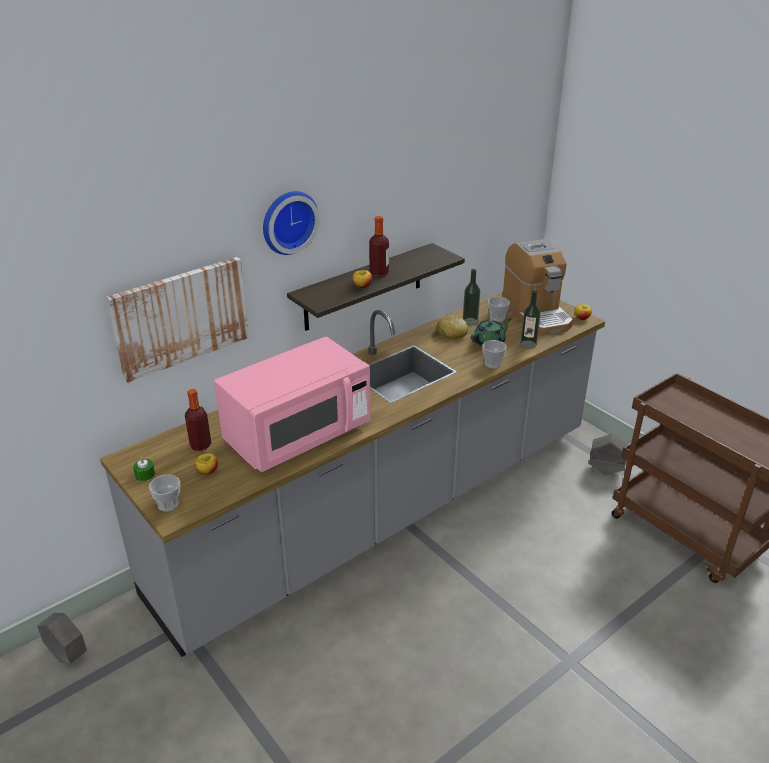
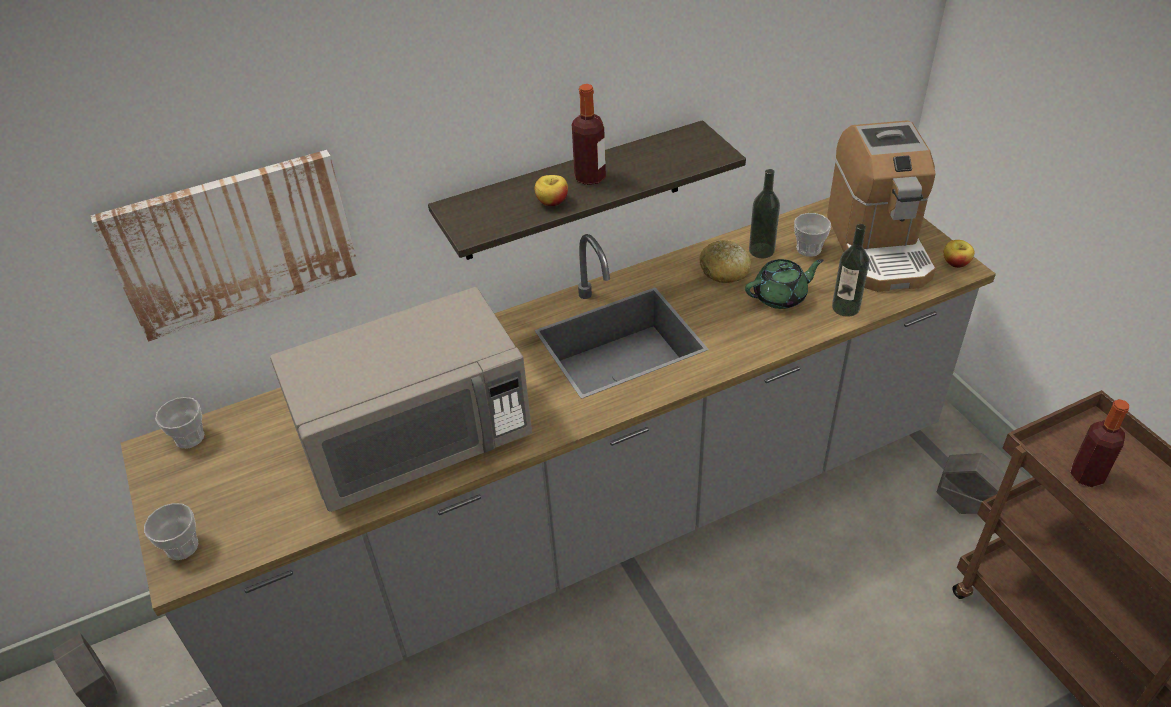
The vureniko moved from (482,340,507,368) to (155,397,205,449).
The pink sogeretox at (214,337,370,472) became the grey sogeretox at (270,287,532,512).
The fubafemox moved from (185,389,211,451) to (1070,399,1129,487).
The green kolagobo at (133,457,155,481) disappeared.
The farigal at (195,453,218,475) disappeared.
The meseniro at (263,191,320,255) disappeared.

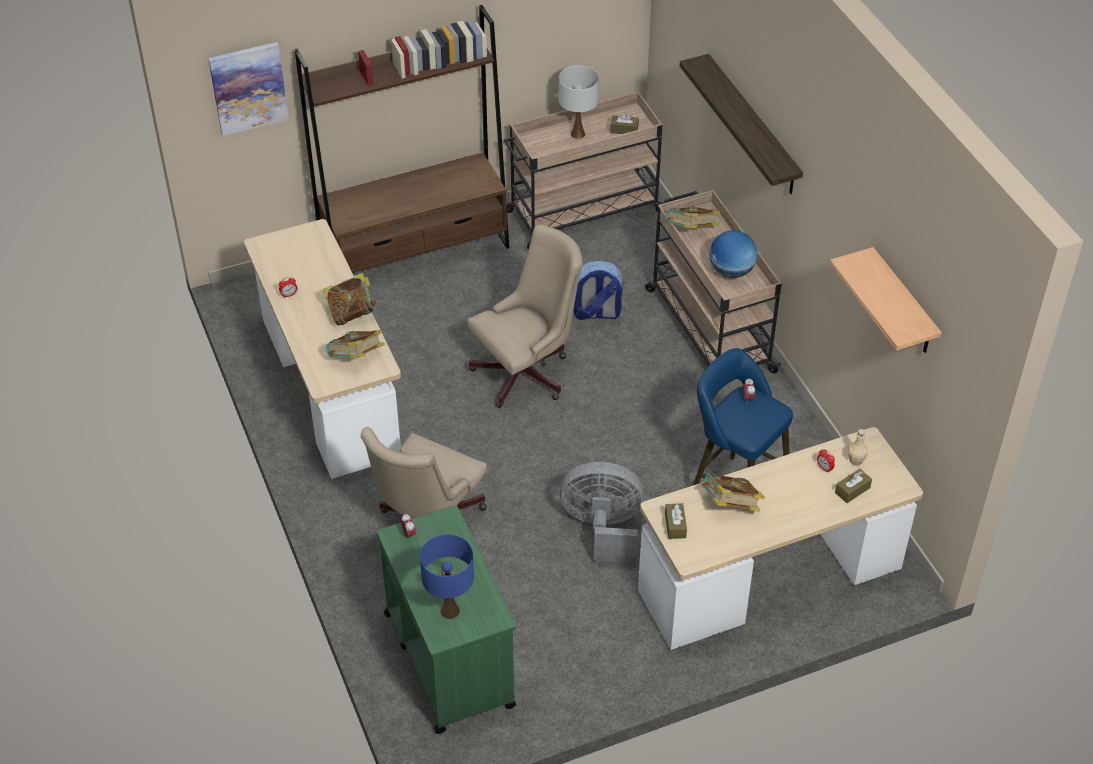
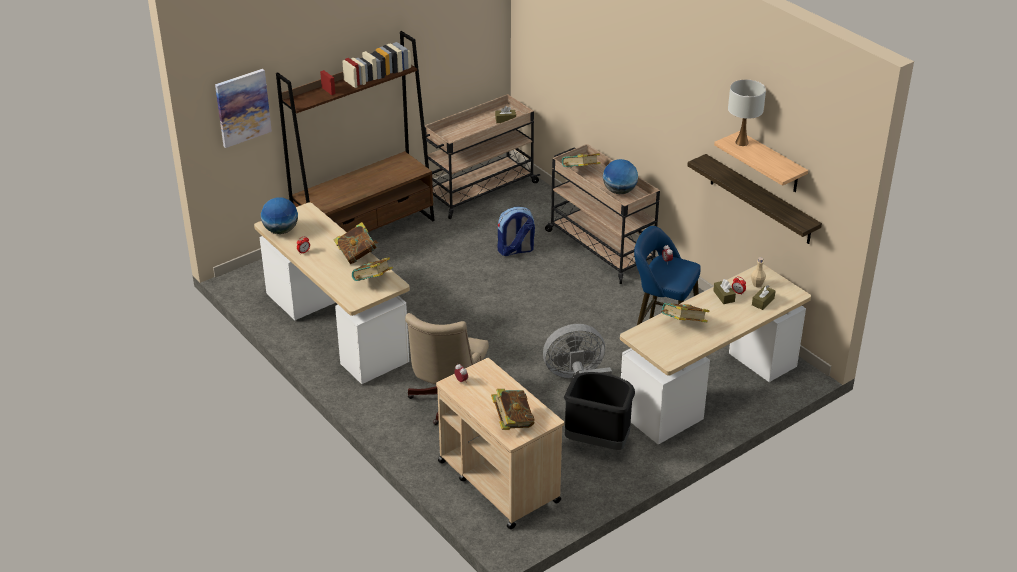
The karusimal at (261,197,298,234) appeared.
The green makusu at (377,505,516,734) became the beige makusu at (436,358,564,529).
The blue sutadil at (420,534,474,619) was replaced by the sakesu at (491,389,535,430).
The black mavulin at (564,372,635,450) appeared.
The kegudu moved from (680,54,803,194) to (687,154,822,244).
The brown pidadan moved from (665,503,687,539) to (713,279,736,304).
The white sutadil moved from (559,65,599,139) to (728,79,766,146).
The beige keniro at (467,225,583,408) disappeared.

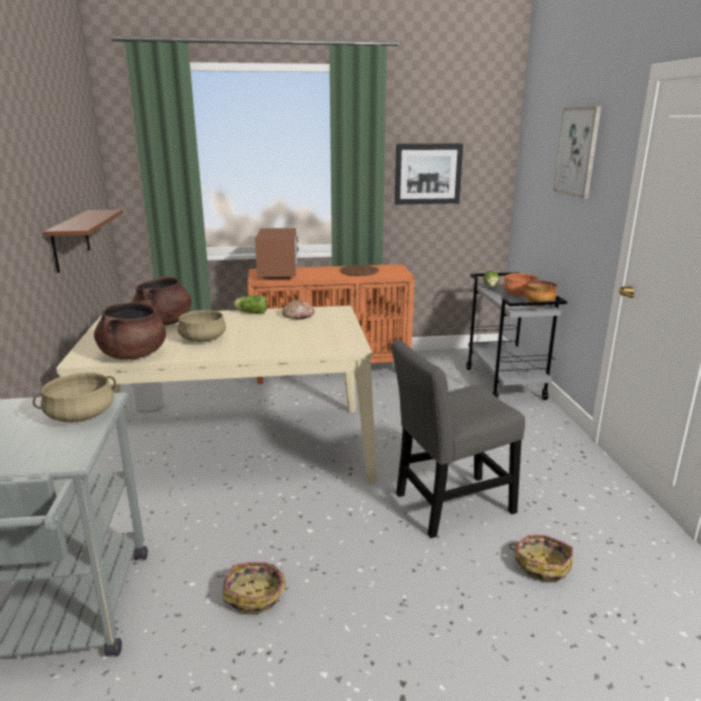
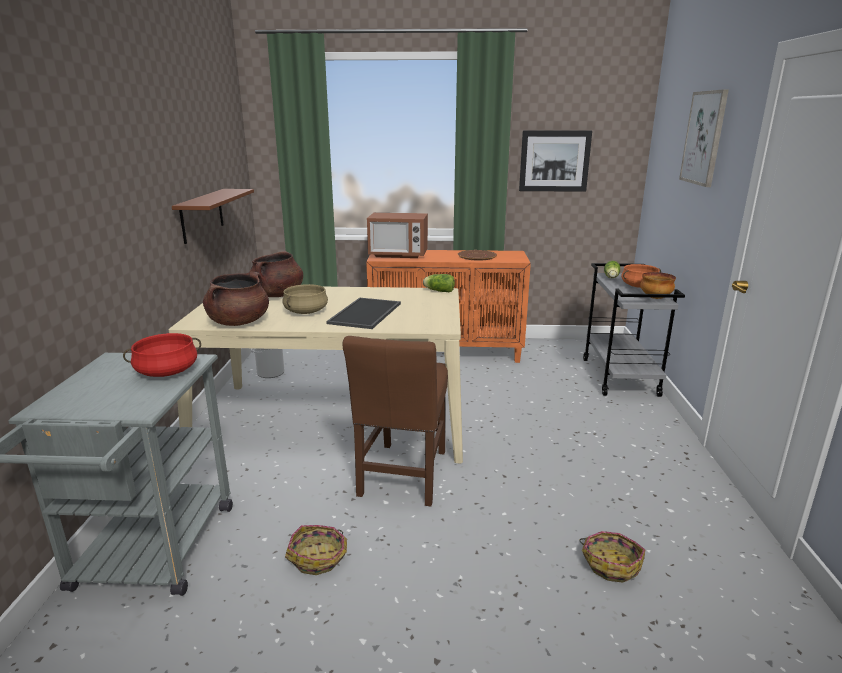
The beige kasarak at (33,373,116,422) became the red kasarak at (123,333,201,377).
The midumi at (326,298,401,329) appeared.
The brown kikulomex at (343,336,448,506) appeared.
The sogeretox at (255,228,299,279) turned 90 degrees clockwise.
The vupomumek moved from (234,295,267,314) to (423,274,455,292).
The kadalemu at (282,300,315,320) disappeared.
The grey kikulomex at (391,340,525,538) disappeared.

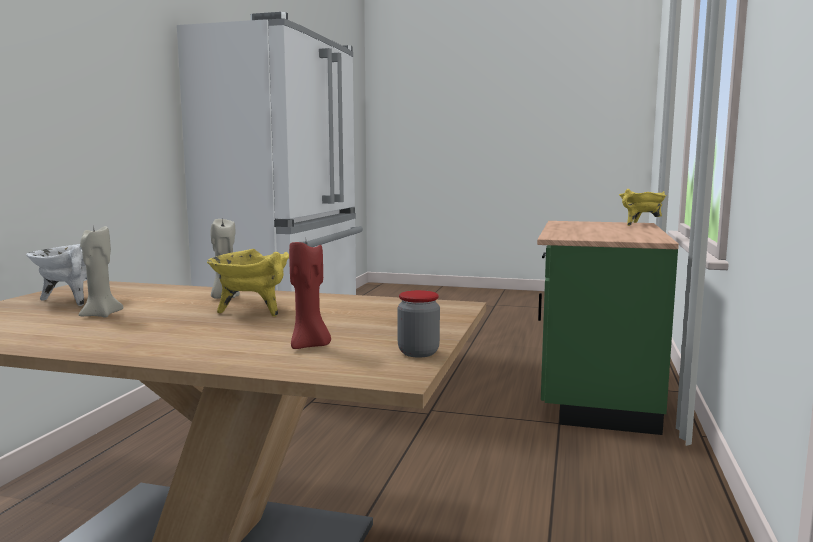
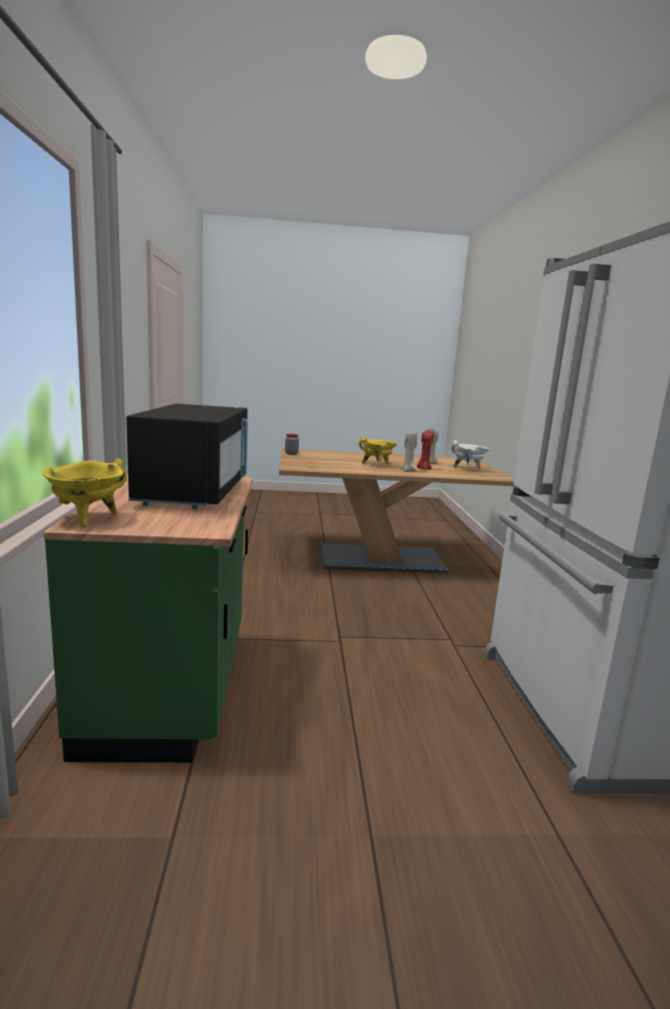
The black sogeretox at (126,404,248,509) appeared.
The red kolagobo moved from (289,242,331,349) to (417,430,434,469).

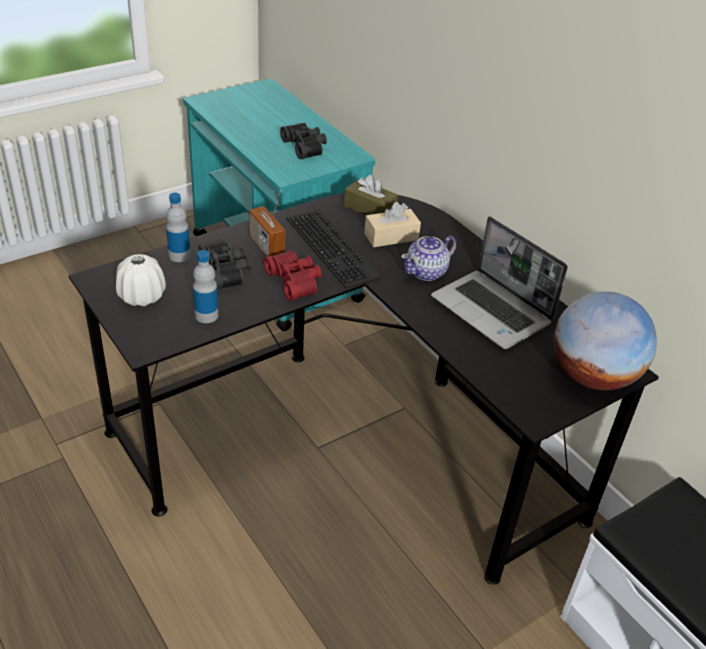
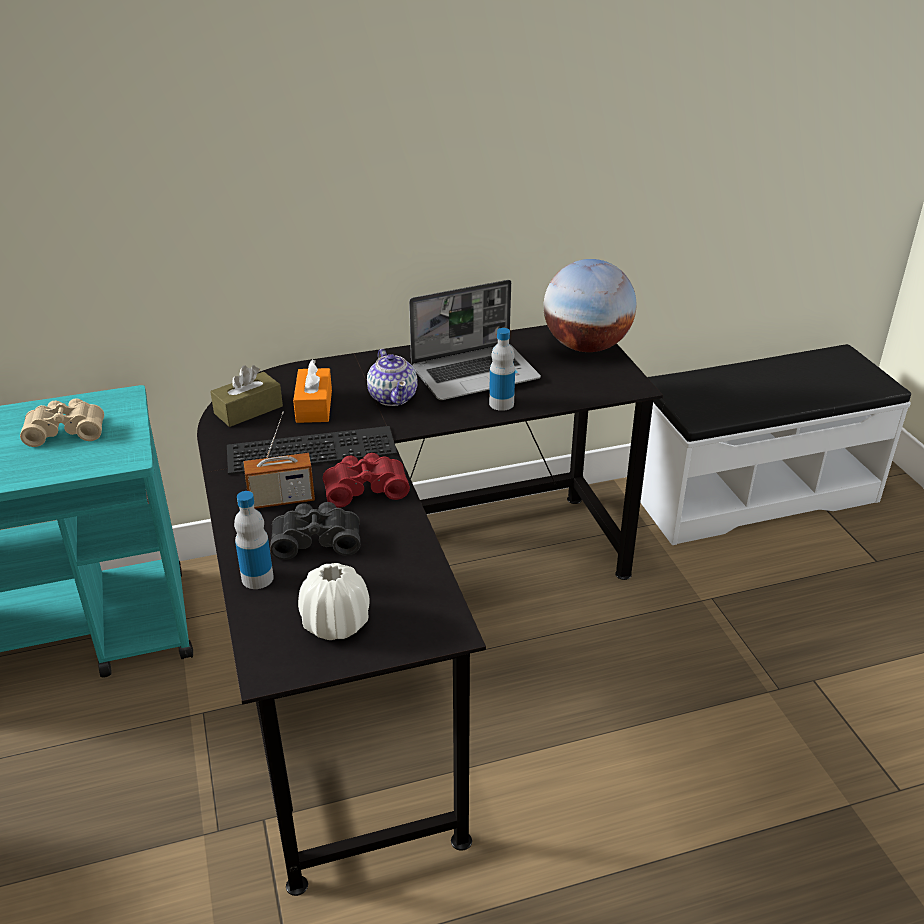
The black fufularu at (280,123,327,159) became the beige fufularu at (20,398,104,447).
The beige pidadan at (364,202,421,247) became the orange pidadan at (293,359,332,423).
The fubafemox moved from (193,250,218,323) to (489,328,515,411).

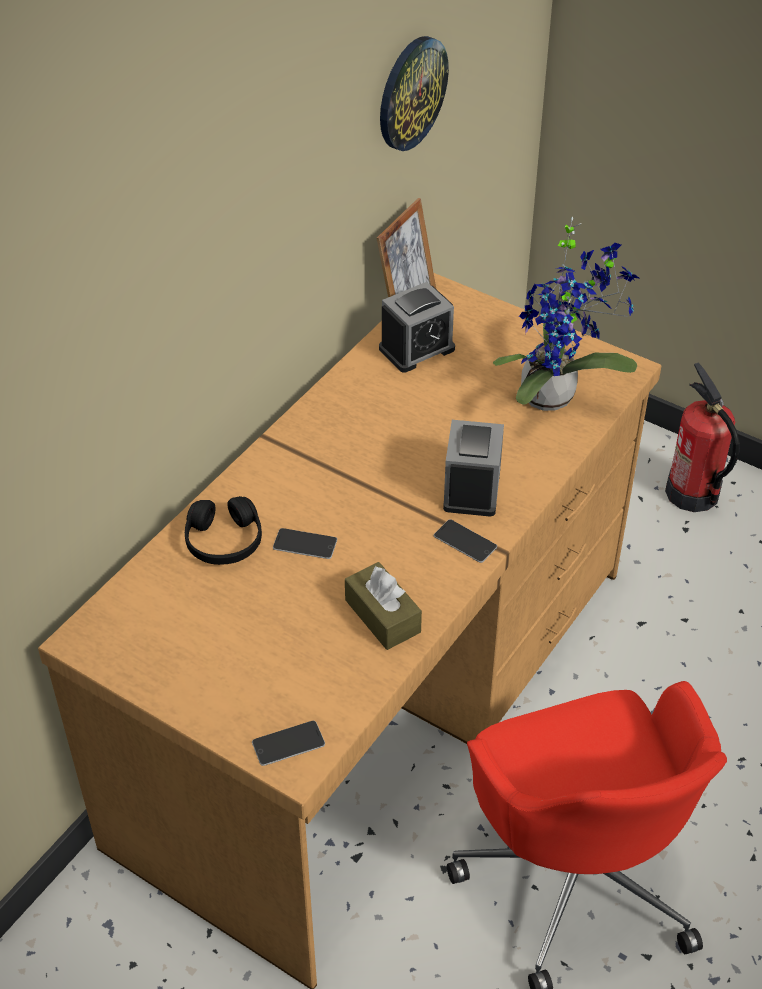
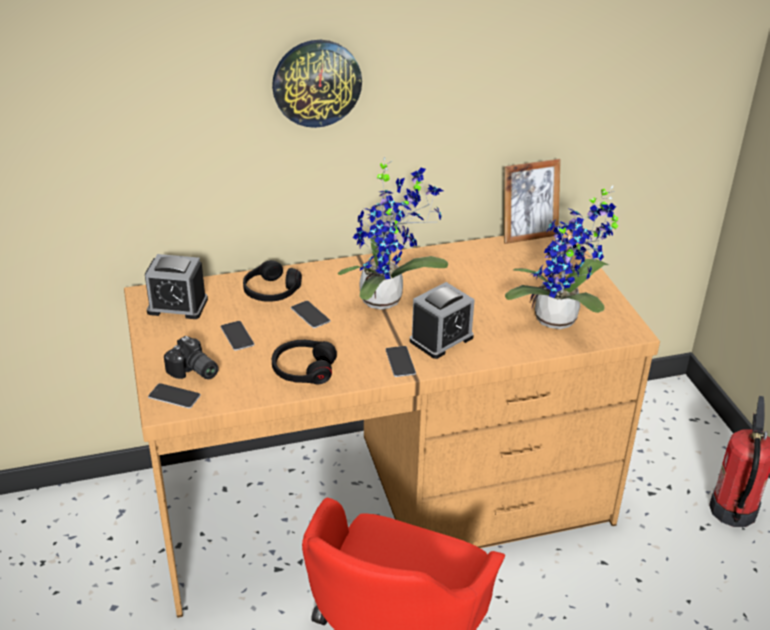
The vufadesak moved from (379,282,455,373) to (145,254,208,319).
The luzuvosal at (164,336,219,379) appeared.
The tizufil at (220,321,255,351) appeared.
The meseniro moved from (380,36,449,151) to (272,40,362,128).
The brown pidadan at (345,562,422,650) was replaced by the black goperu at (272,340,337,384).
The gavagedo at (338,157,448,310) appeared.

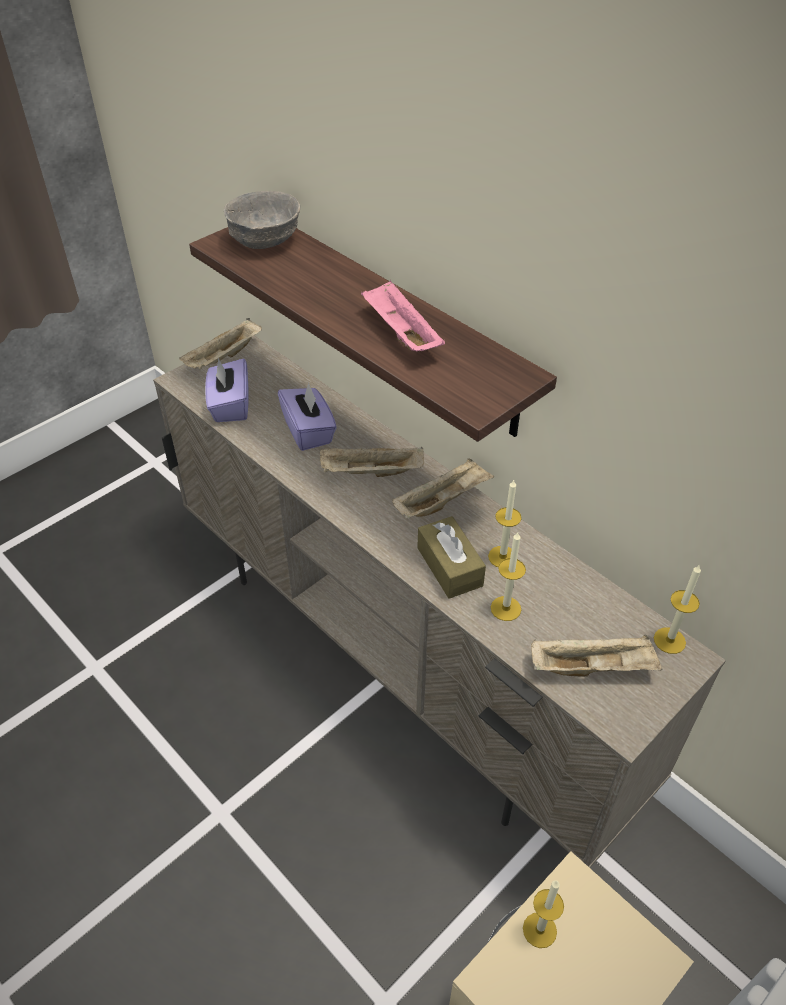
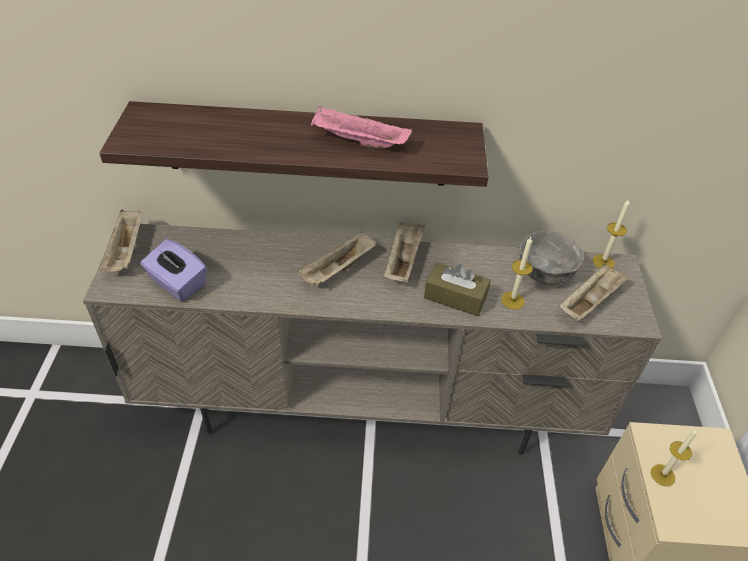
The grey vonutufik moved from (224,191,300,249) to (520,230,584,285).
The purple pidadan at (278,383,337,451) disappeared.
The kolagobo at (488,479,522,567) disappeared.

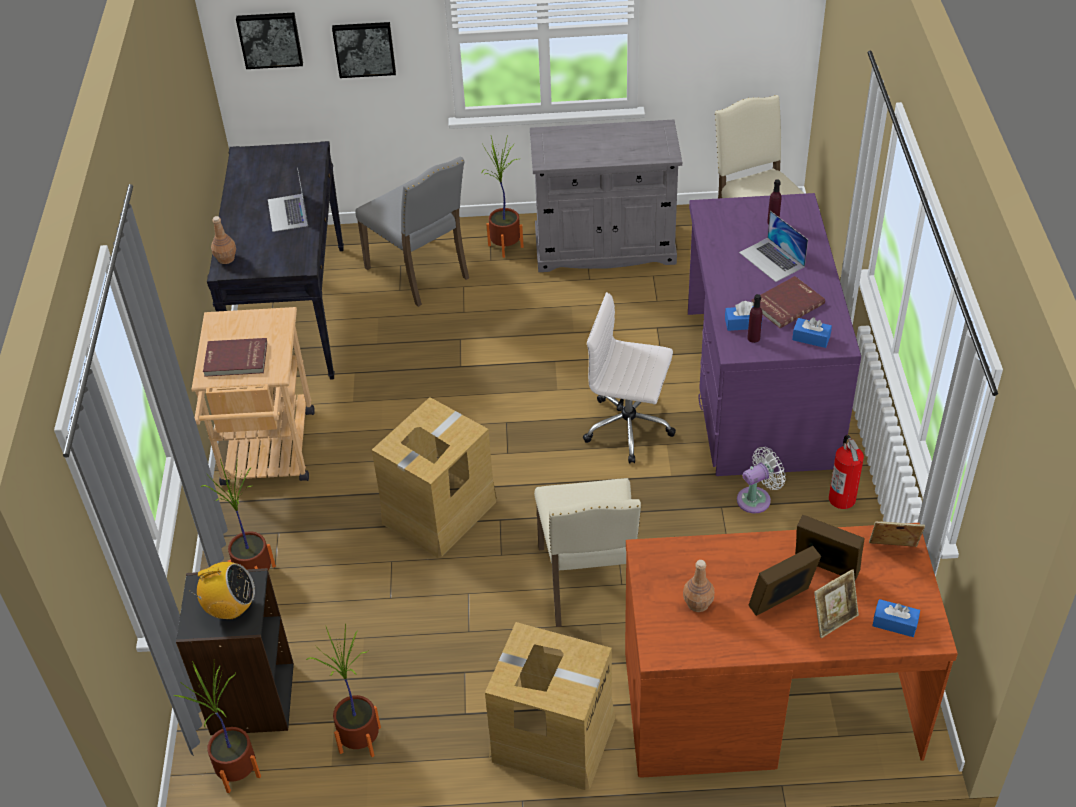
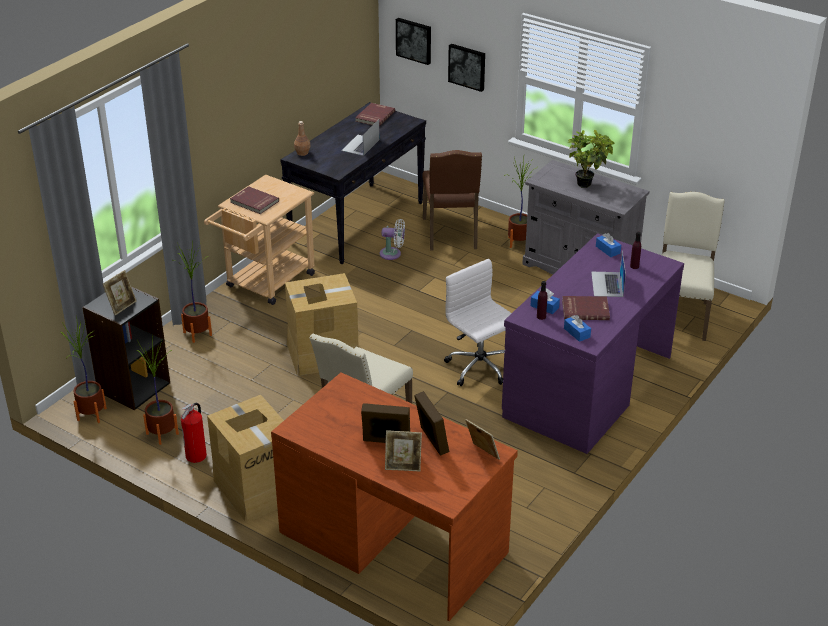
The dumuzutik at (189,562,255,620) was replaced by the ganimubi at (103,270,137,315).
The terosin moved from (829,435,864,509) to (181,403,207,463).
The red sakesu at (355,103,395,126) appeared.
The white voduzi moved from (737,447,786,513) to (380,219,405,260).
The grey kikulomex at (355,156,469,307) became the brown kikulomex at (422,150,482,250).
The gavagedo at (567,130,615,188) appeared.
The blue pidadan moved from (872,599,920,637) to (596,233,621,257).
The brown fubafemox at (683,560,714,612) disappeared.

